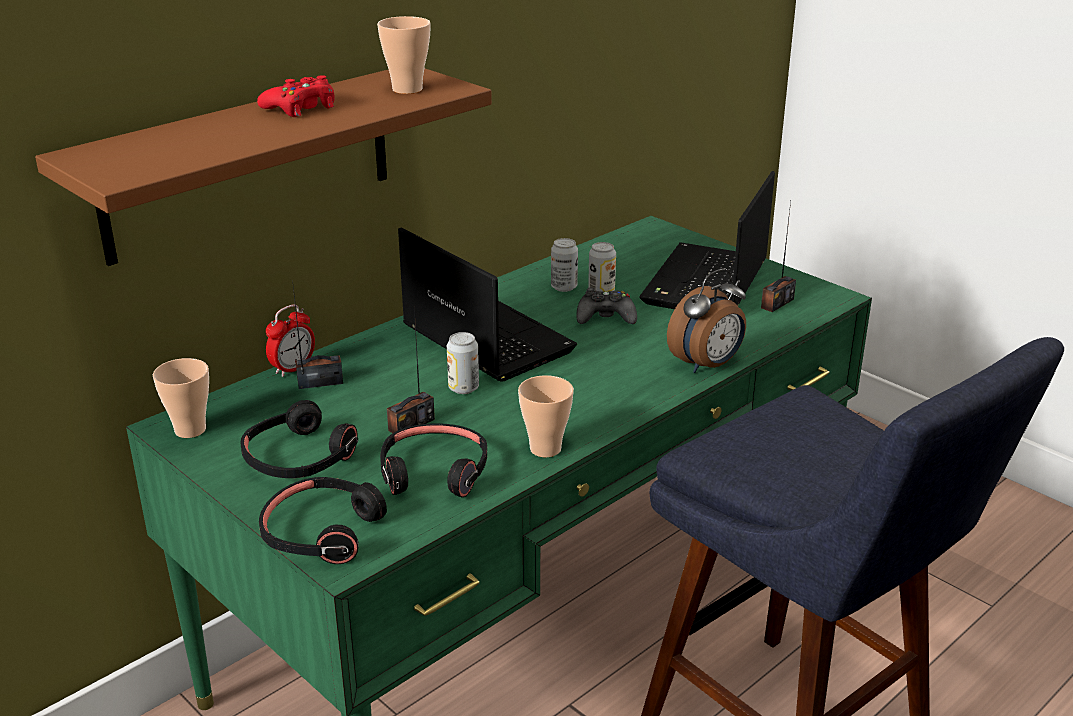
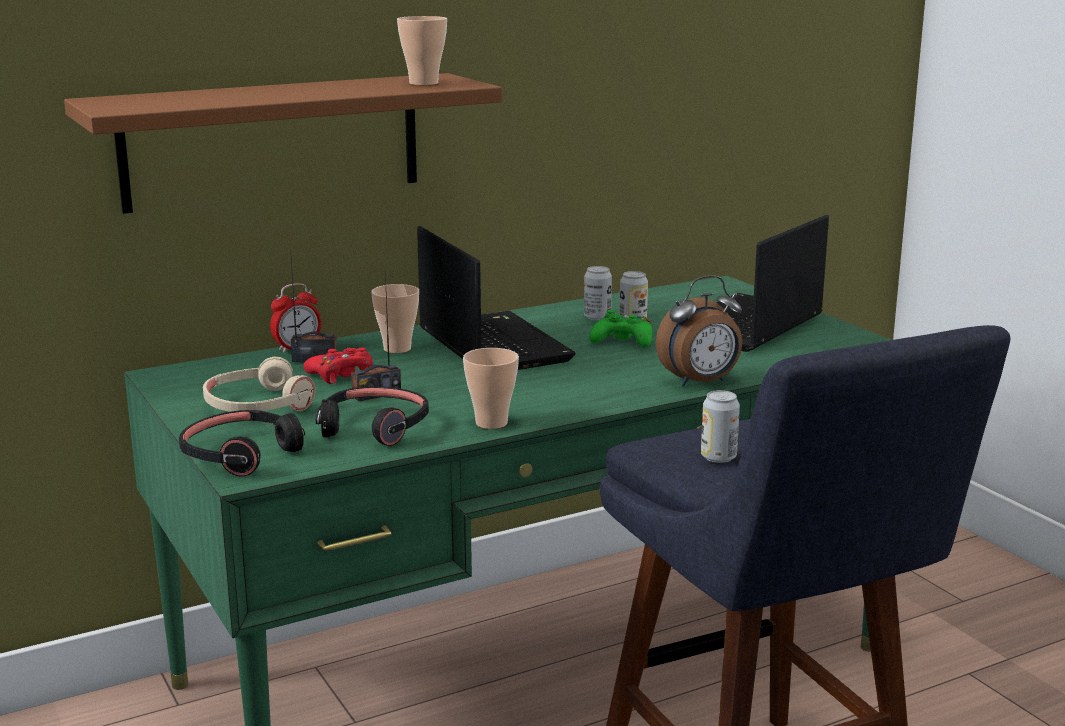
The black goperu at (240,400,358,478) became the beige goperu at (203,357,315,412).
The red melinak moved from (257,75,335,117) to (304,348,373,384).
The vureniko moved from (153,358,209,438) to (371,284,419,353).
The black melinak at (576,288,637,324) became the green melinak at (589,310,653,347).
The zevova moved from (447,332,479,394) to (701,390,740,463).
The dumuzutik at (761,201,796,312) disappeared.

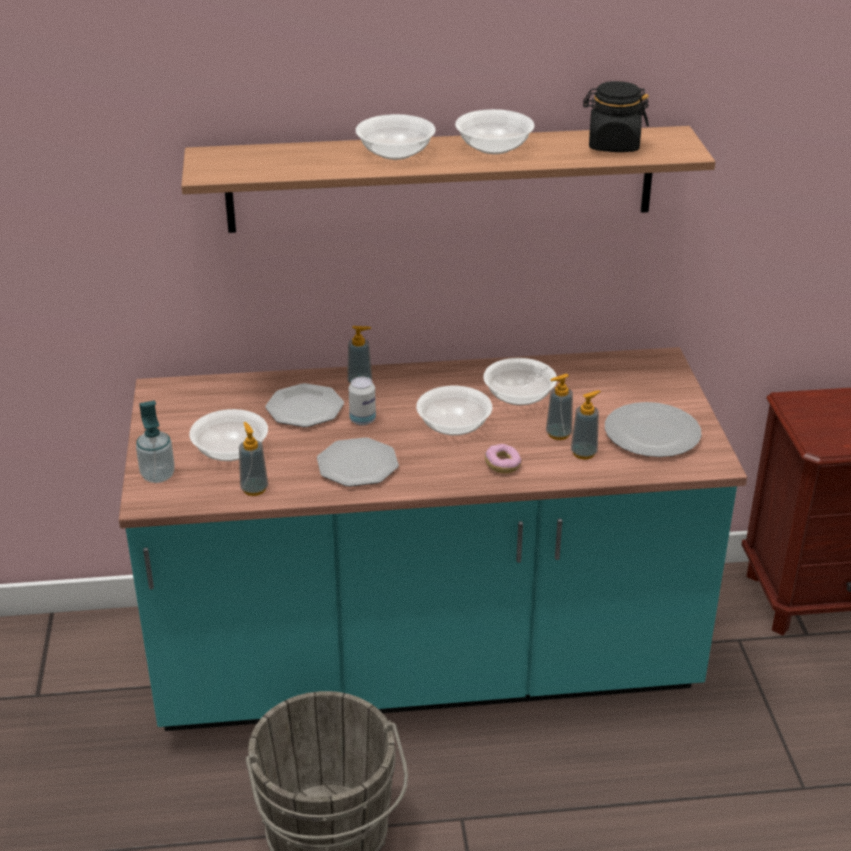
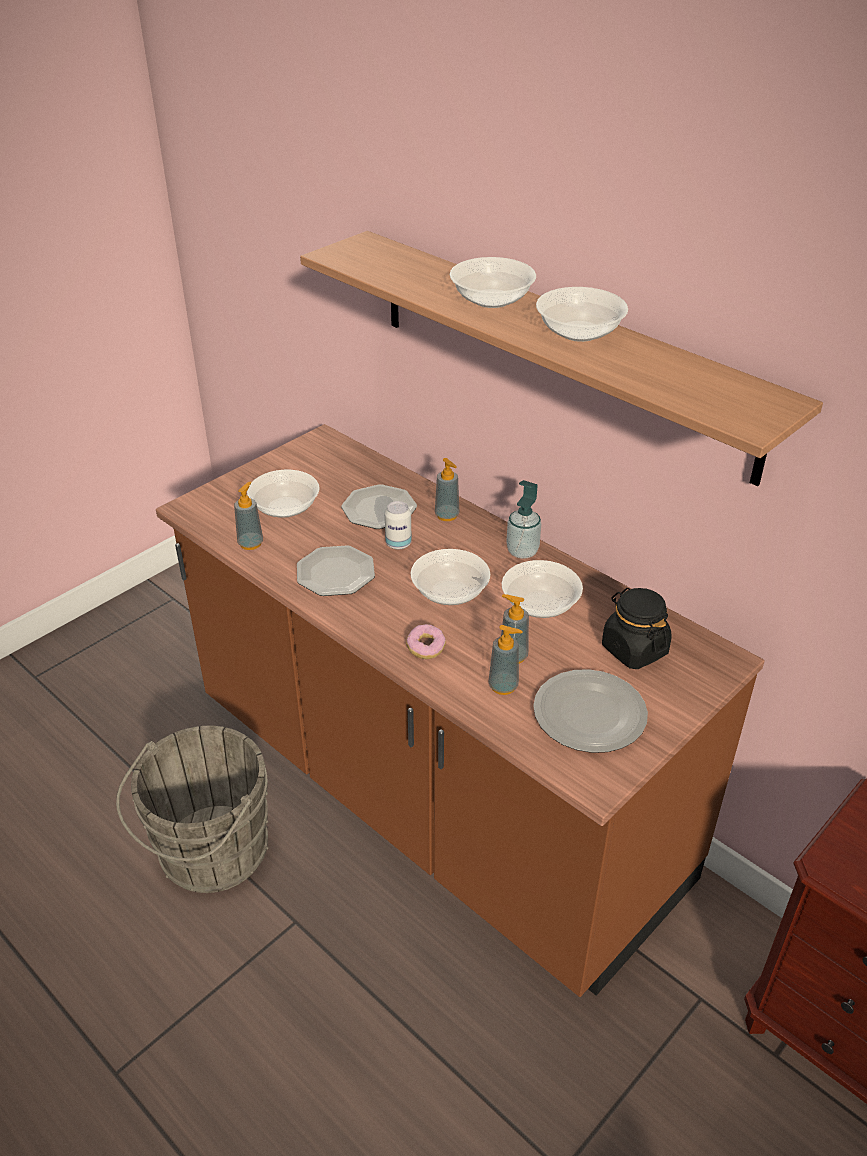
The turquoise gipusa at (119,347,747,731) became the brown gipusa at (156,424,765,997).
The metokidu moved from (136,400,175,483) to (506,480,541,559).
The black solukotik moved from (583,81,649,152) to (602,588,672,669).

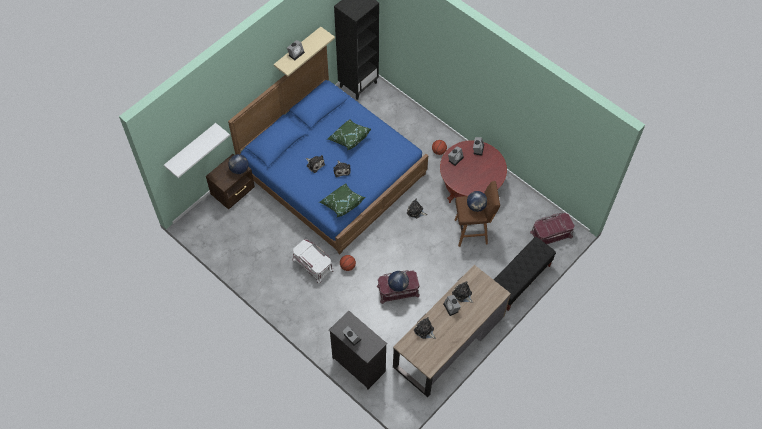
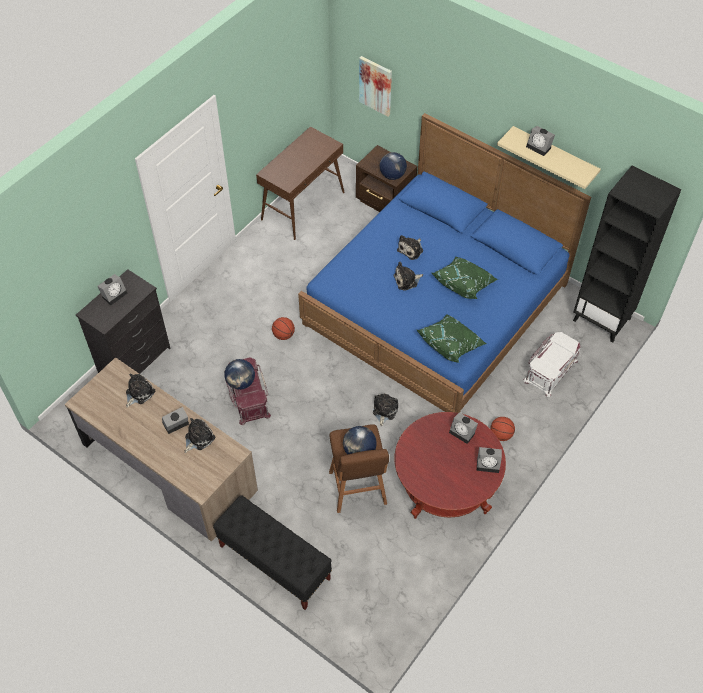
The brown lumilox at (256,126,345,240) appeared.
The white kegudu at (164,123,230,178) was replaced by the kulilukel at (359,56,392,116).
The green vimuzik moved from (319,184,365,217) to (416,314,486,363).
The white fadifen moved from (293,239,333,283) to (524,332,581,397).
The red fadifen at (530,212,575,244) disappeared.

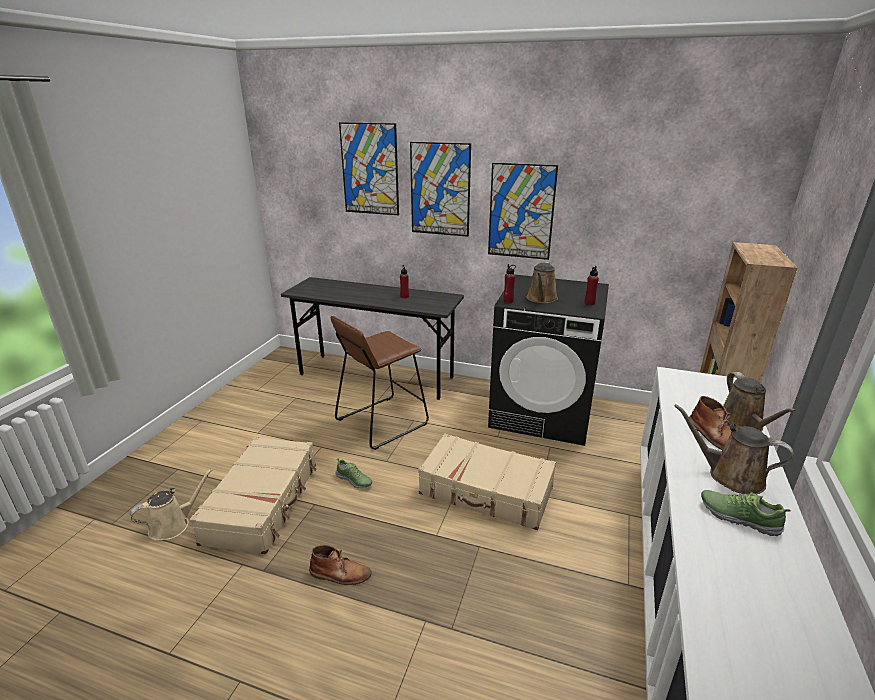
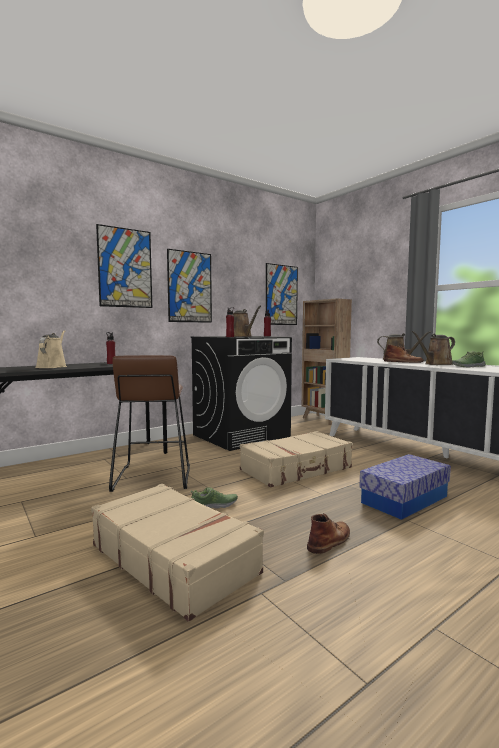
The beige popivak moved from (130,468,213,541) to (35,330,67,368).
The kulilukel moved from (339,122,399,215) to (266,263,298,325).
The fadifen at (359,454,451,520) appeared.

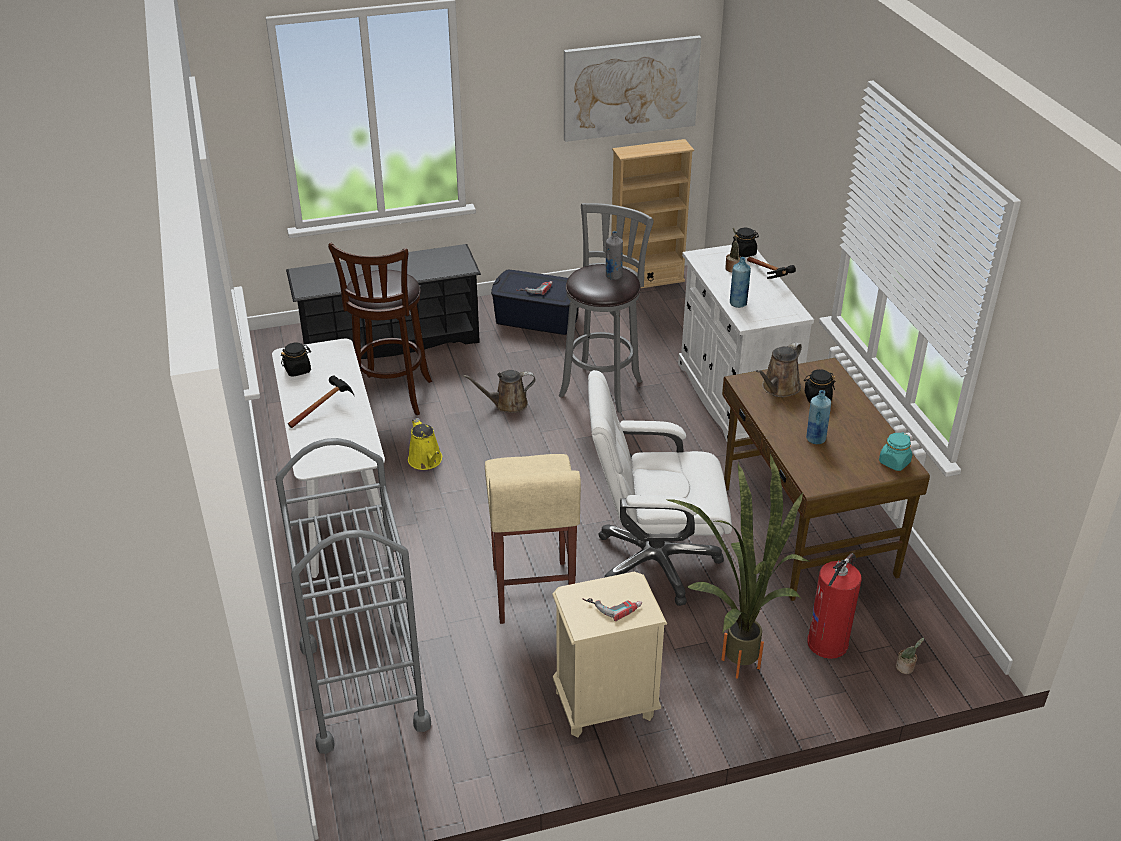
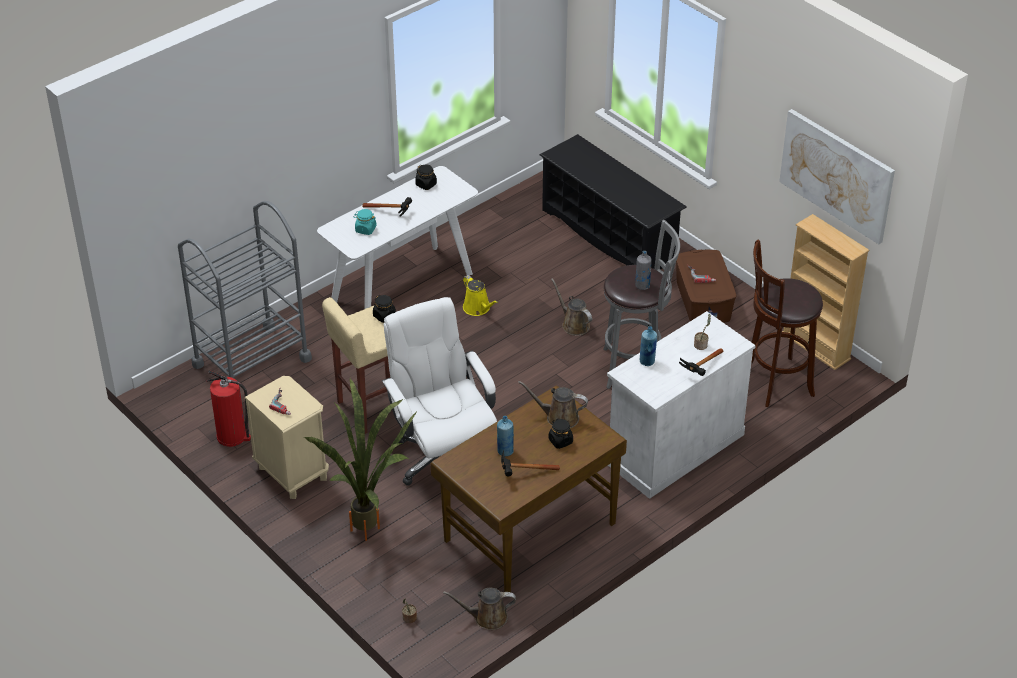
The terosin moved from (807,553,861,659) to (206,371,251,447).
The turquoise solukotik moved from (879,432,912,471) to (353,209,377,235).
The black solukotik moved from (732,228,759,257) to (373,295,396,323).
The brown popivak at (443,588,516,630) appeared.
The yellow popivak at (408,418,442,470) turned 75 degrees counterclockwise.
The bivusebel at (501,451,560,476) appeared.
The blue fadifen at (491,270,579,335) became the brown fadifen at (676,250,737,323).
The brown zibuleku moved from (328,243,432,415) to (751,240,823,407).

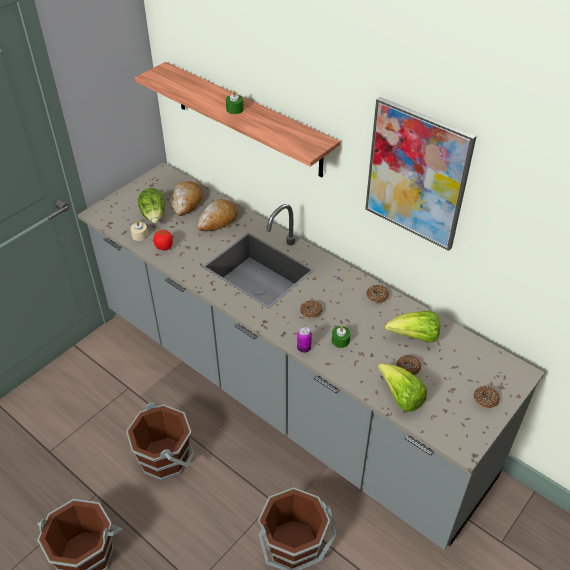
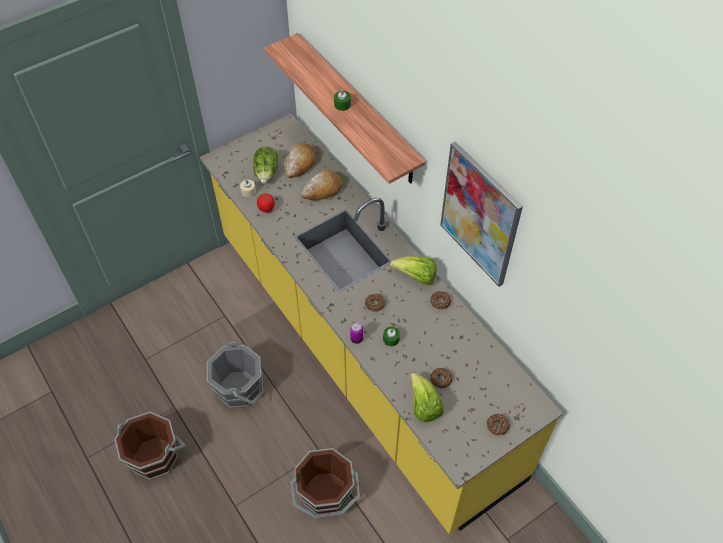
The grey gipusa at (77,163,545,550) became the yellow gipusa at (200,114,563,534).
The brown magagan at (126,402,194,480) became the grey magagan at (207,341,264,408).
The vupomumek moved from (384,311,440,343) to (390,256,437,285).

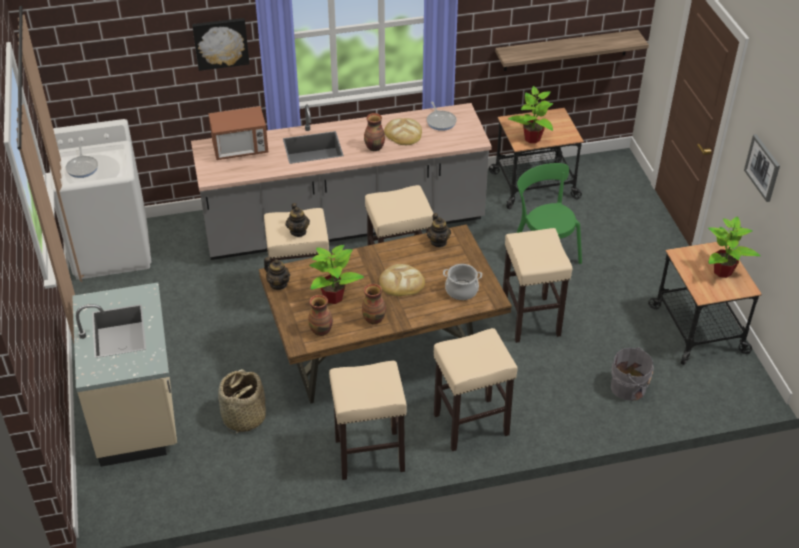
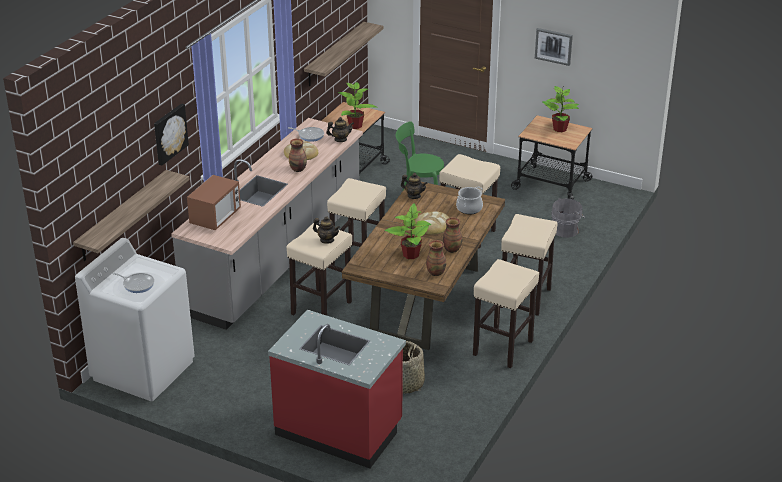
The kegudu at (73,170,190,261) appeared.
The beige gipusa at (72,283,177,467) became the red gipusa at (268,310,406,468).
The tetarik moved from (264,257,290,290) to (326,117,354,142).

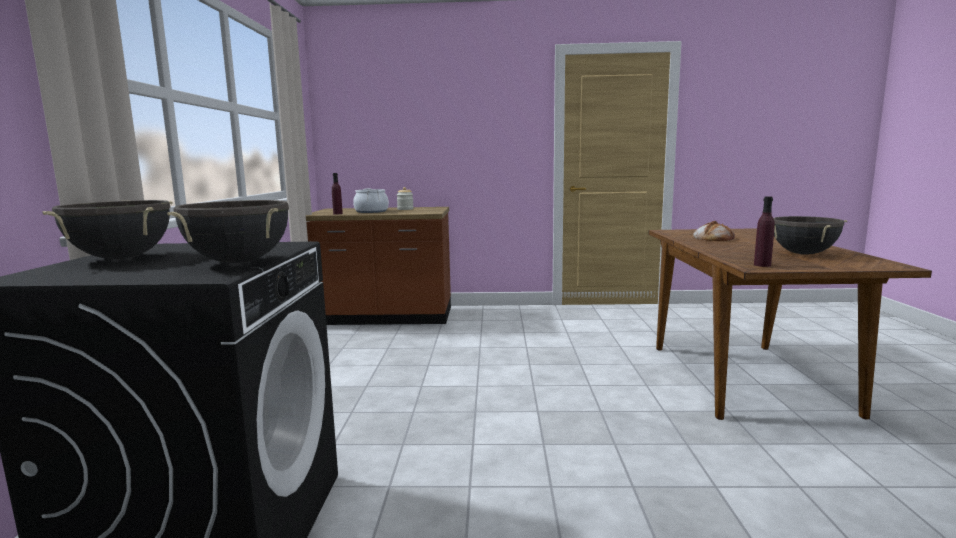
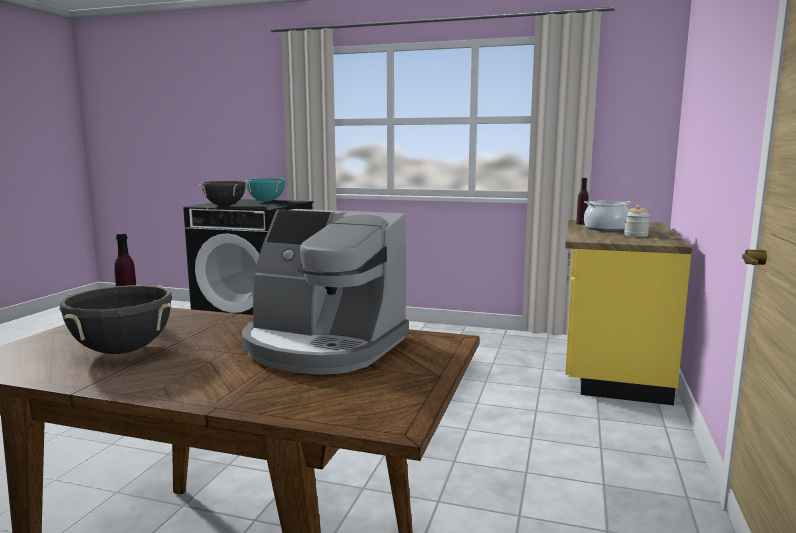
The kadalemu at (693,221,735,241) was replaced by the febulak at (242,209,409,375).
The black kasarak at (42,200,173,259) became the turquoise kasarak at (244,178,285,202).
The brown gipusa at (306,207,451,325) became the yellow gipusa at (565,220,692,405).

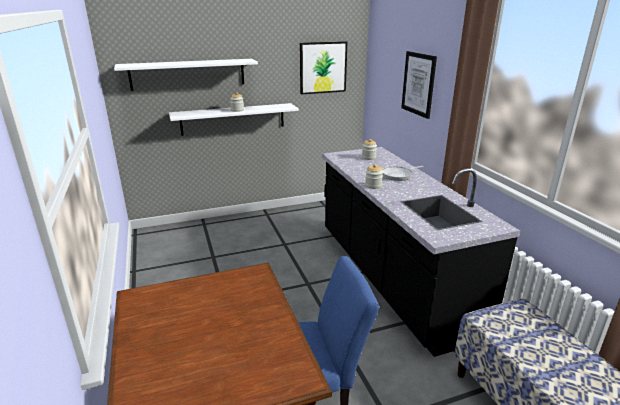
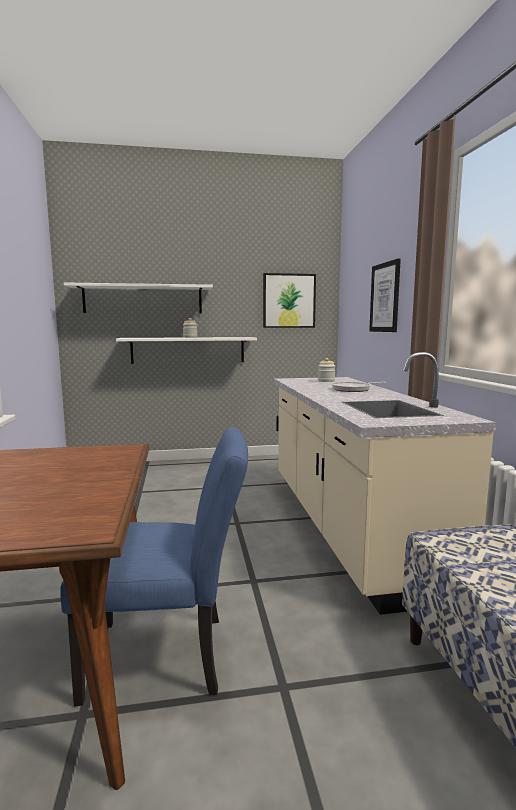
The black gipusa at (322,147,520,357) became the beige gipusa at (274,352,496,615).
The solukotik at (365,164,383,189) disappeared.

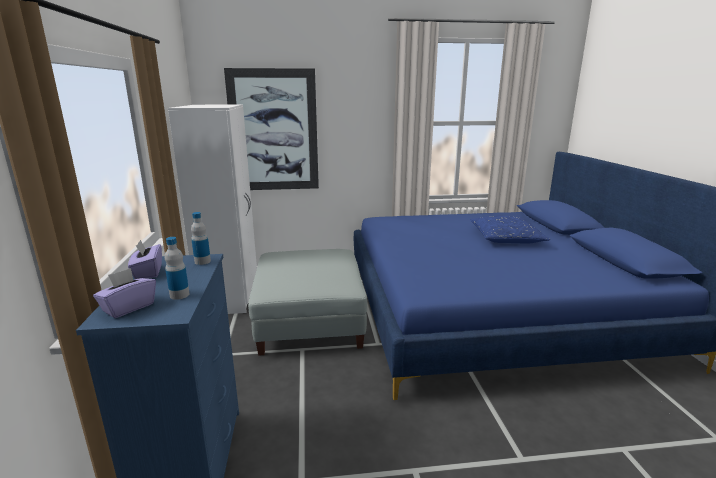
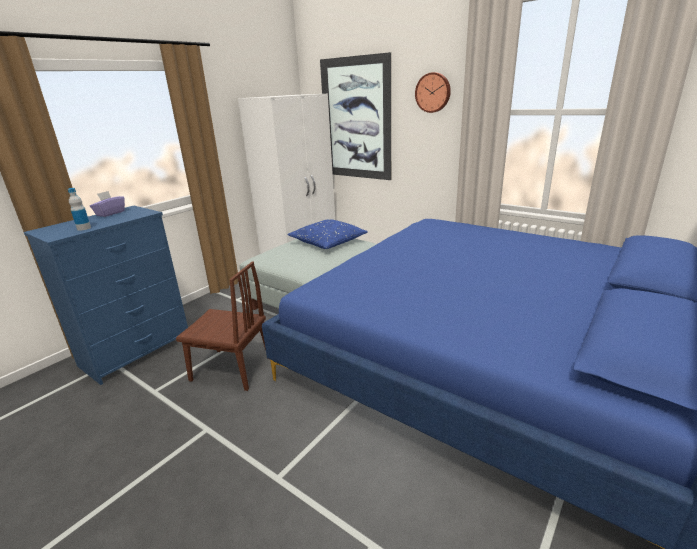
The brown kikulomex at (176,262,266,391) appeared.
The blue vimuzik moved from (470,216,550,244) to (287,219,368,249).
The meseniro at (415,72,451,113) appeared.
The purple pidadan at (93,268,156,318) disappeared.
The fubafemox at (191,212,211,265) disappeared.

